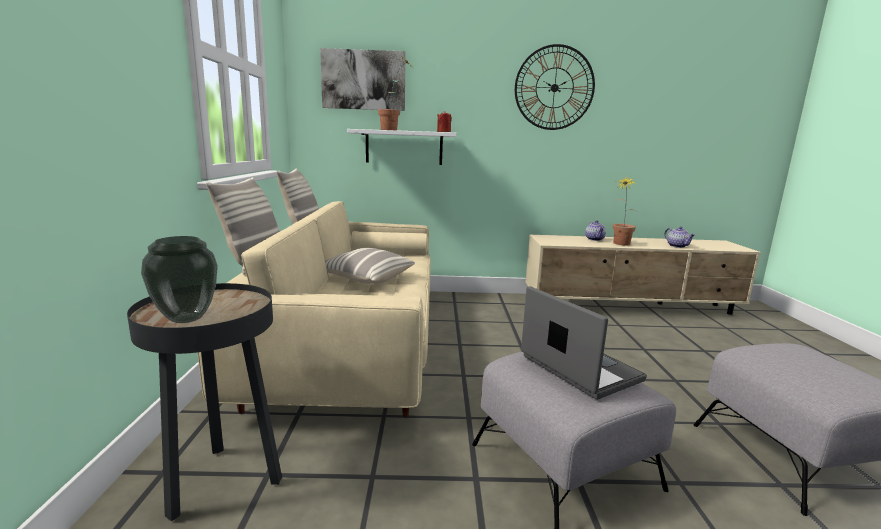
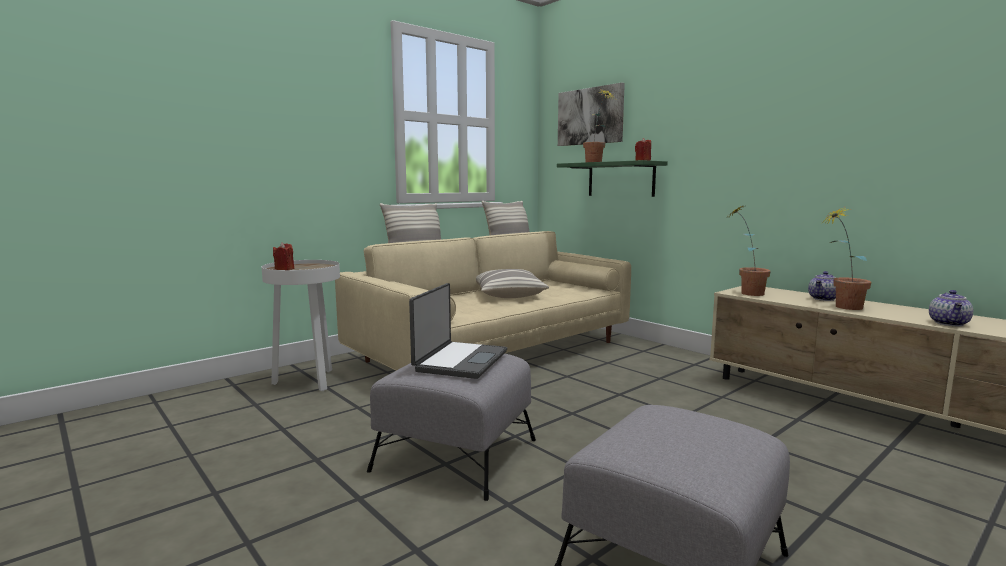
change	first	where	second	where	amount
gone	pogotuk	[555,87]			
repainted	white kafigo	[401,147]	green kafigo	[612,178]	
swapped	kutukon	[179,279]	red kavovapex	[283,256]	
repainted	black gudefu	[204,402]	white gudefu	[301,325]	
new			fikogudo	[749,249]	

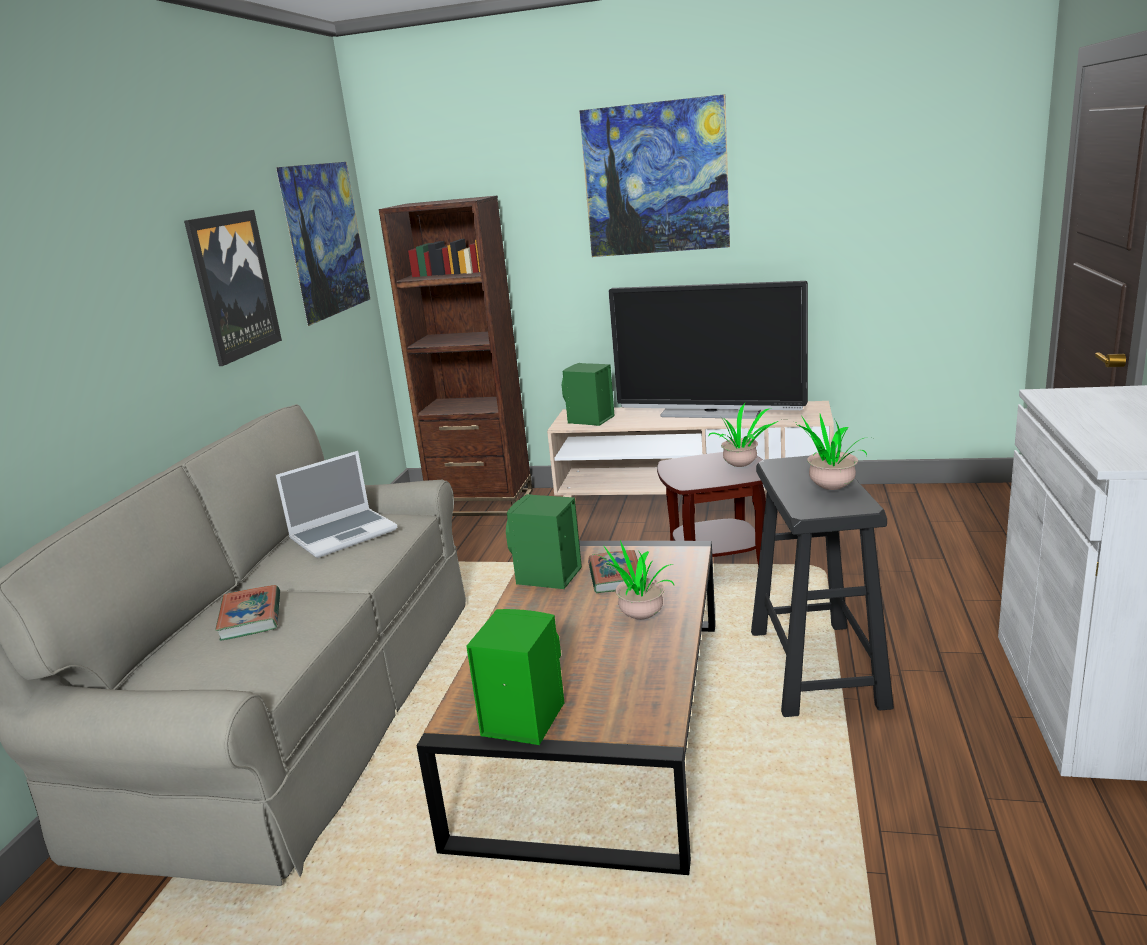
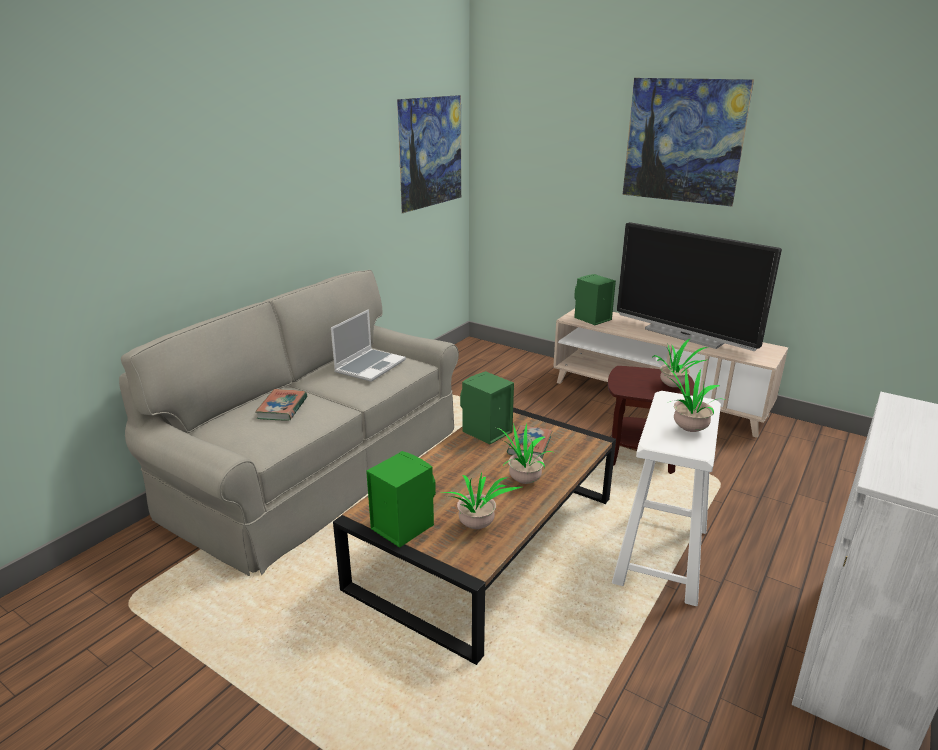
change	first	where	second	where	amount
gone	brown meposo	[456,356]			
gone	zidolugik	[233,288]			
rotated	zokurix	[336,504]		[368,345]	45 degrees counterclockwise
repainted	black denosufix	[822,586]	white denosufix	[666,498]	
new			fikogudo	[481,501]	

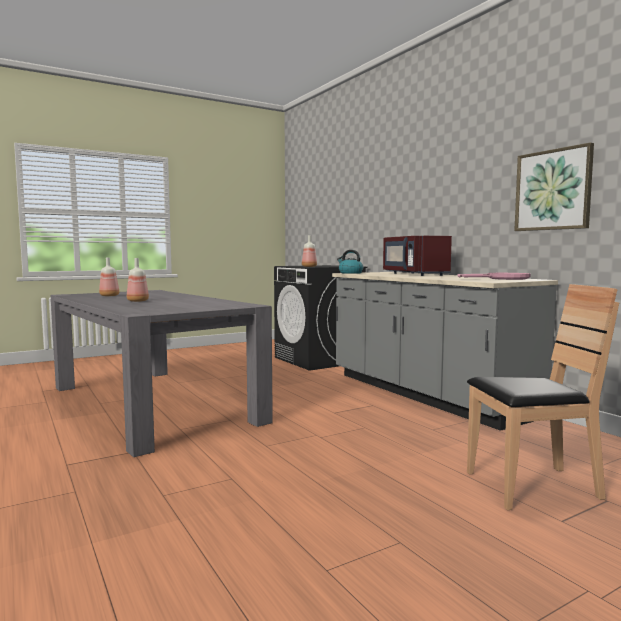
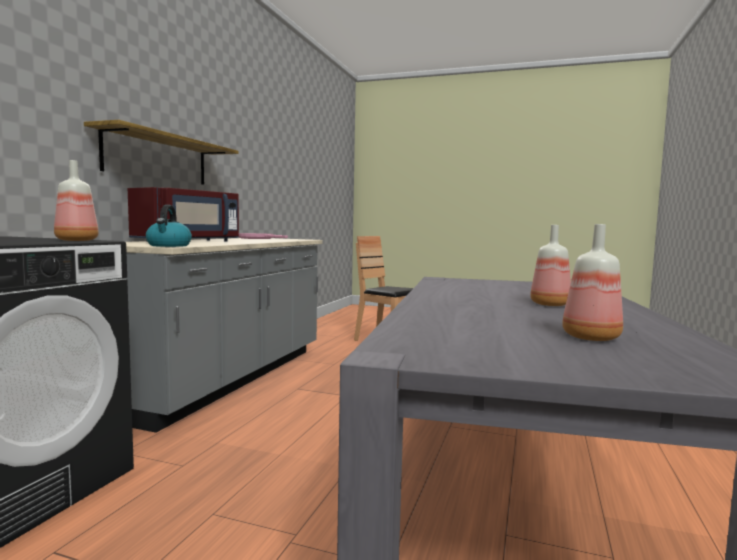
change	first	where	second	where	amount
gone	zidolugik	[554,186]			
new			kafigo	[161,152]	

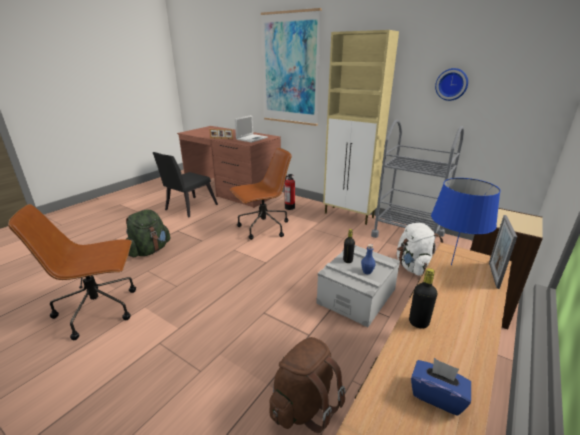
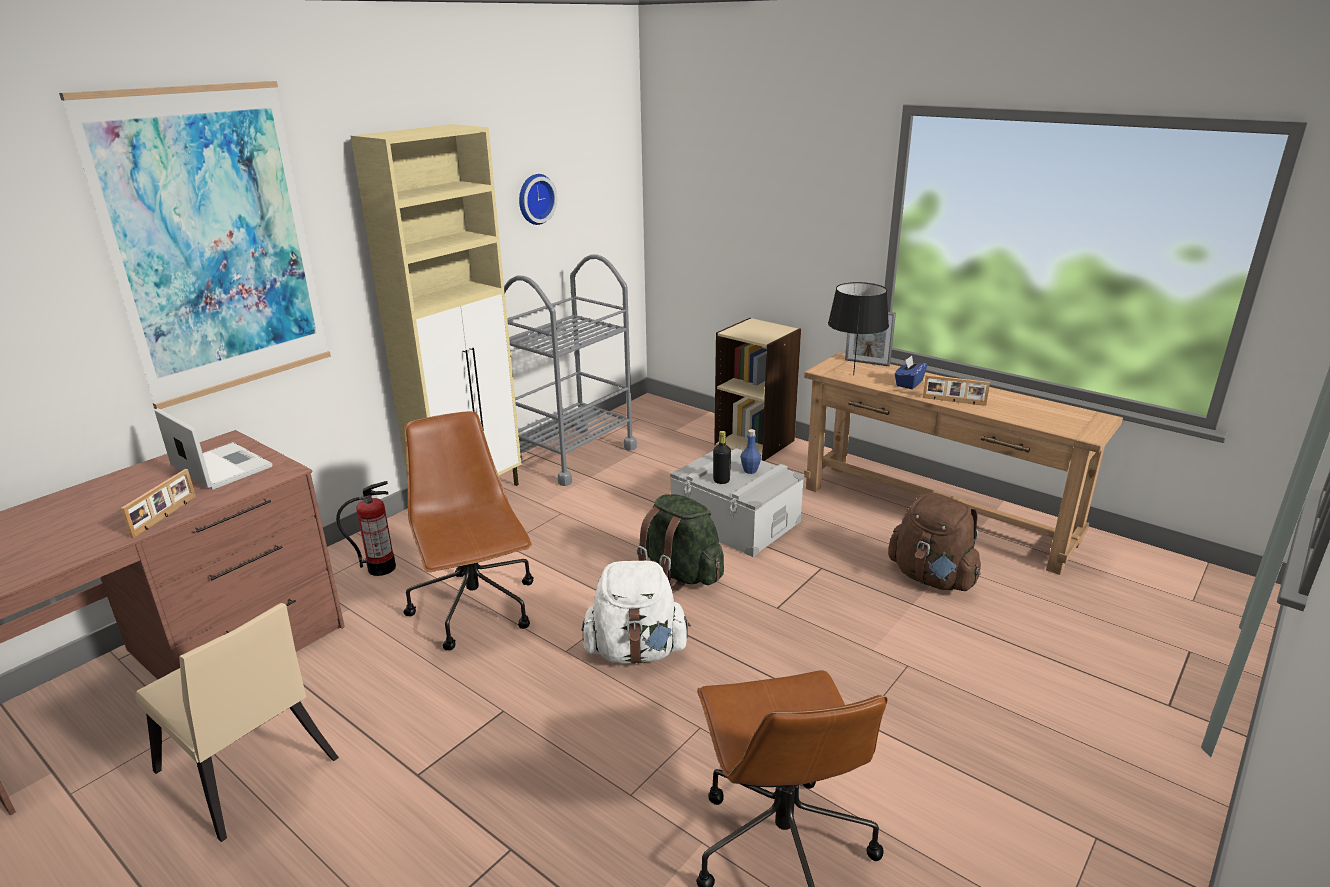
change	first	where	second	where	amount
repainted	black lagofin	[185,185]	beige lagofin	[237,722]	
repainted	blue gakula	[466,221]	black gakula	[858,328]	
shifted	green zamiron	[148,233]		[680,542]	
shifted	white zamiron	[420,249]		[636,612]	
swapped	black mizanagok	[423,298]	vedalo	[956,390]	
shifted	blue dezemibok	[441,387]		[910,372]	

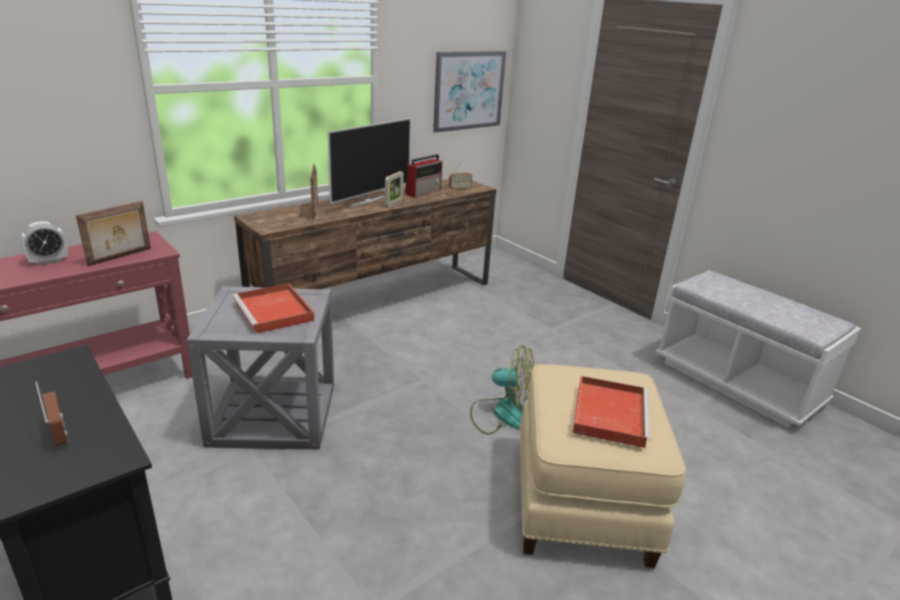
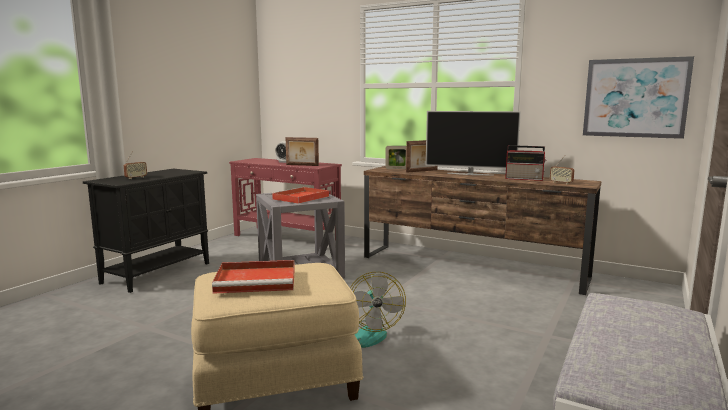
change	first	where	second	where	amount
shifted	vedalo	[394,189]		[395,157]	

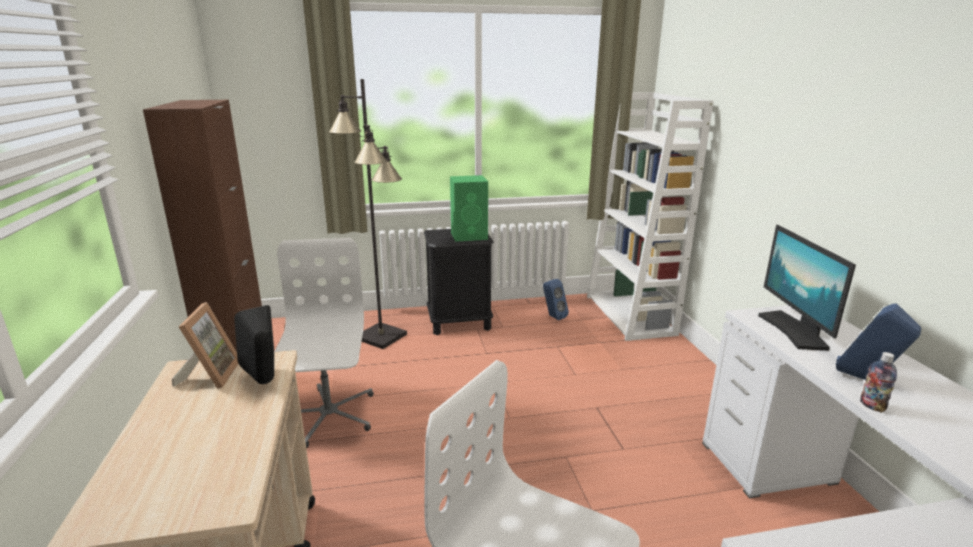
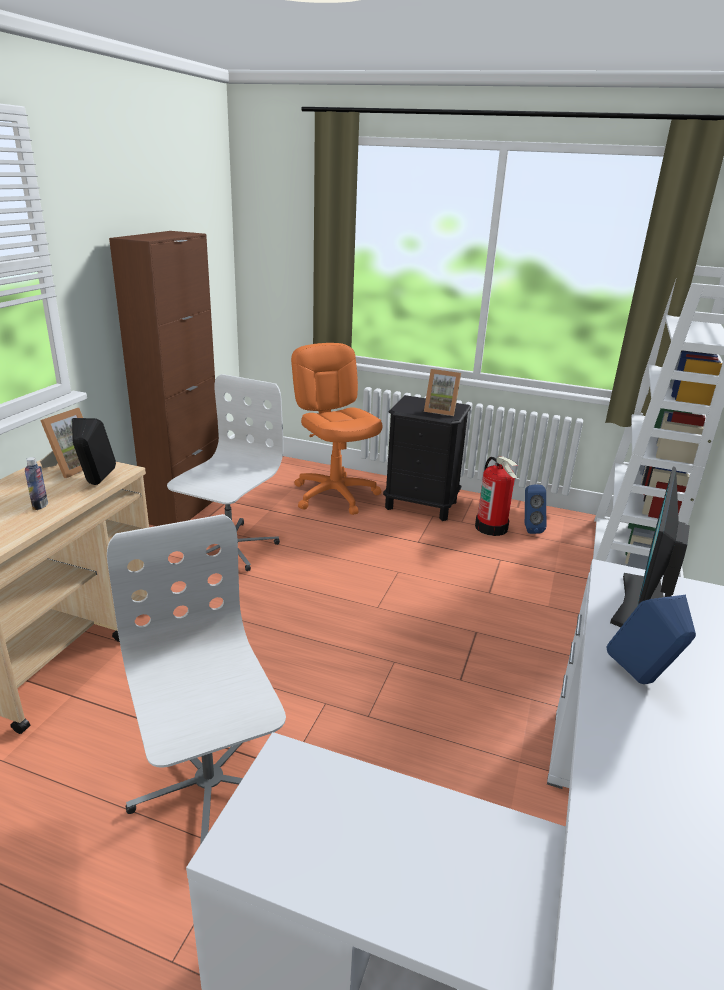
change	first	where	second	where	amount
swapped	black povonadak	[368,214]	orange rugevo	[337,429]	
swapped	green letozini	[469,208]	vedalo	[442,392]	
shifted	mizanagok	[878,382]		[36,483]	
new			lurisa	[496,496]	

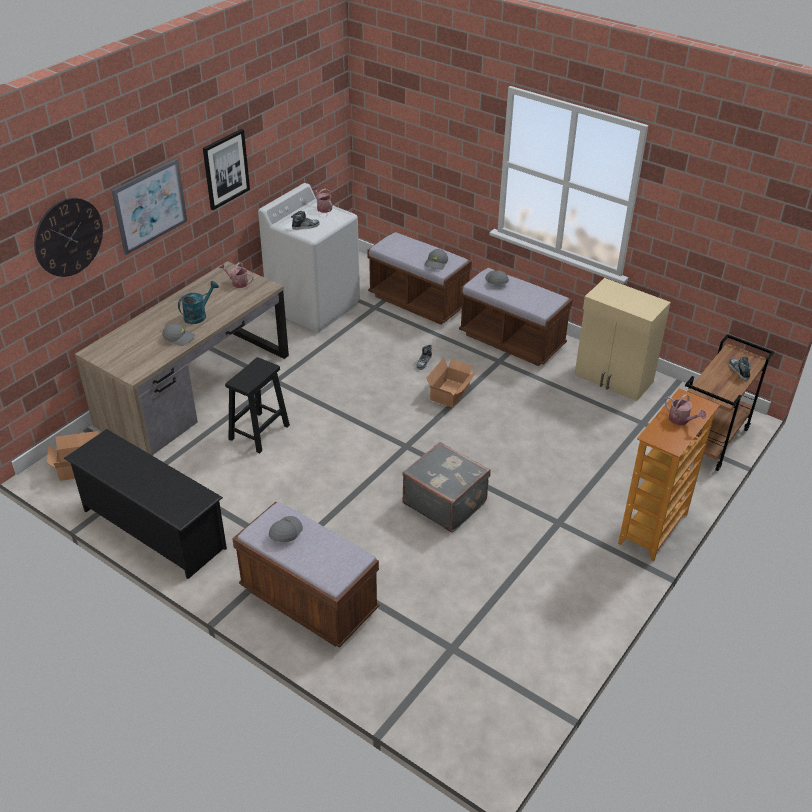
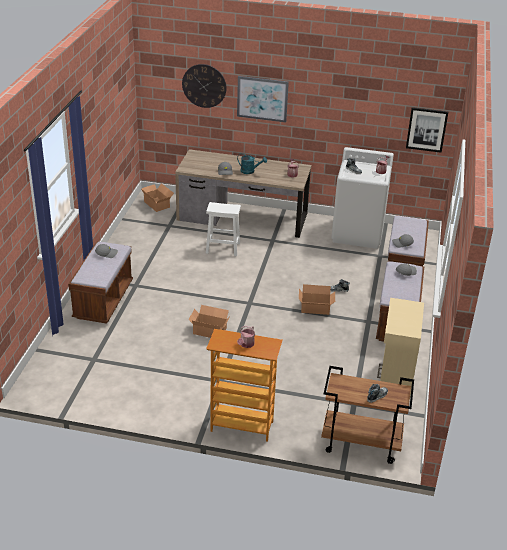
change	first	where	second	where	amount
shifted	zidolugik	[226,169]		[427,130]	
repainted	black denosufix	[257,405]	white denosufix	[223,229]	
gone	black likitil	[145,504]			
swapped	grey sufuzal	[446,487]	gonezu	[209,321]	

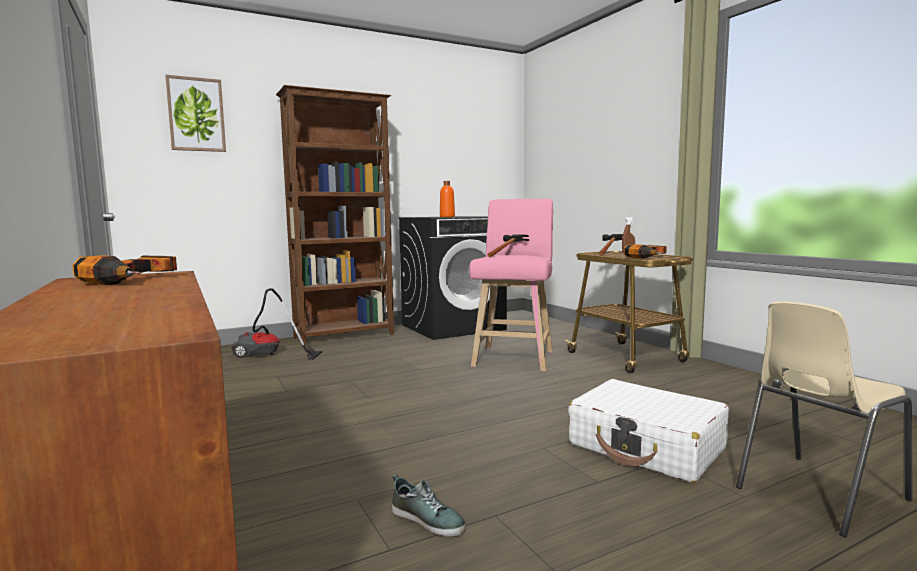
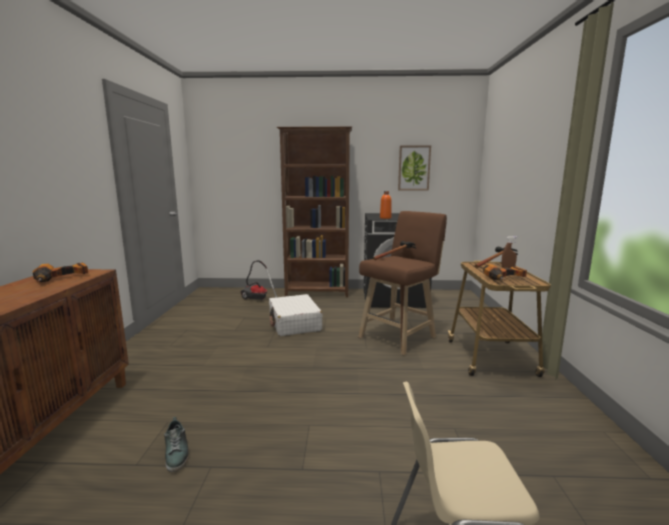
change	first	where	second	where	amount
shifted	zidolugik	[195,113]		[414,168]	
repainted	pink denosufix	[511,285]	brown denosufix	[402,283]	
shifted	white sufuzal	[648,431]		[296,315]	

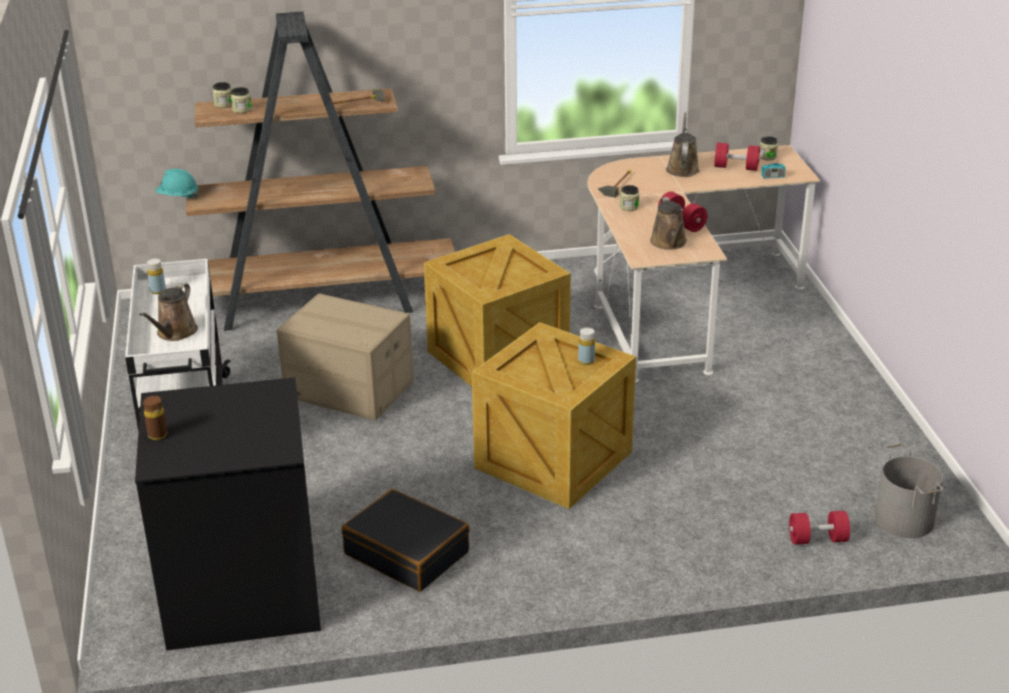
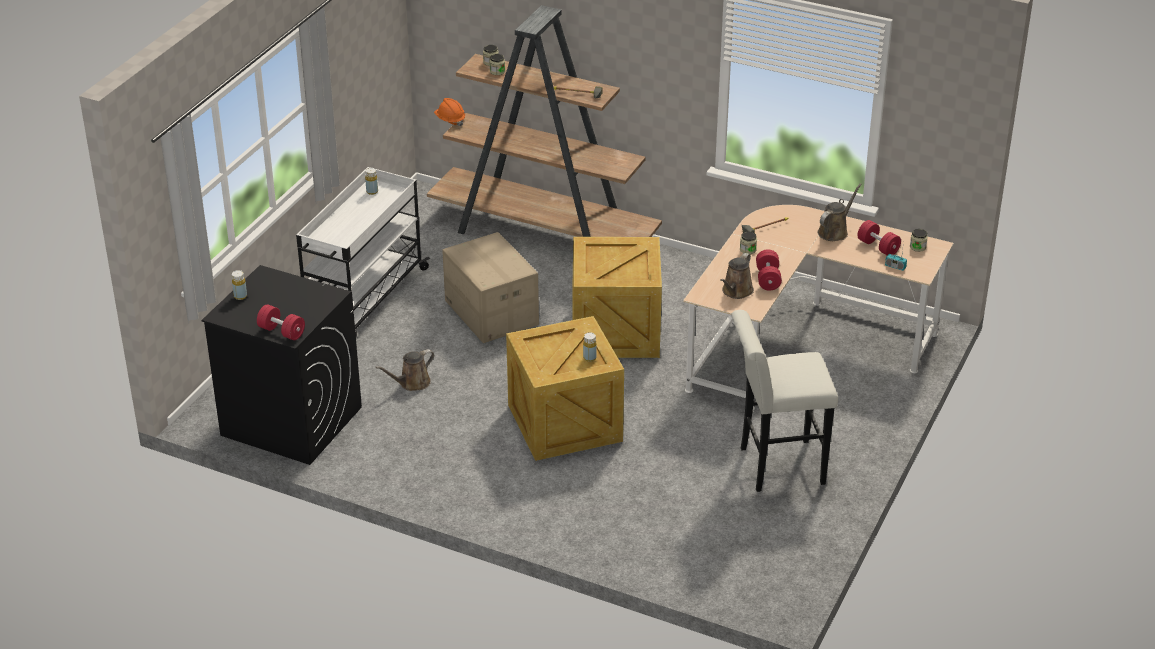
change	first	where	second	where	amount
repainted	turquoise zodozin	[178,184]	orange zodozin	[449,112]	
shifted	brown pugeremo	[168,312]		[405,370]	
repainted	brown mizanagok	[155,418]	yellow mizanagok	[239,285]	
gone	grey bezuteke	[909,490]			
gone	black sufuzal	[406,540]			
shifted	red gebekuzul	[819,528]		[281,322]	
new			white denosufix	[784,401]	

